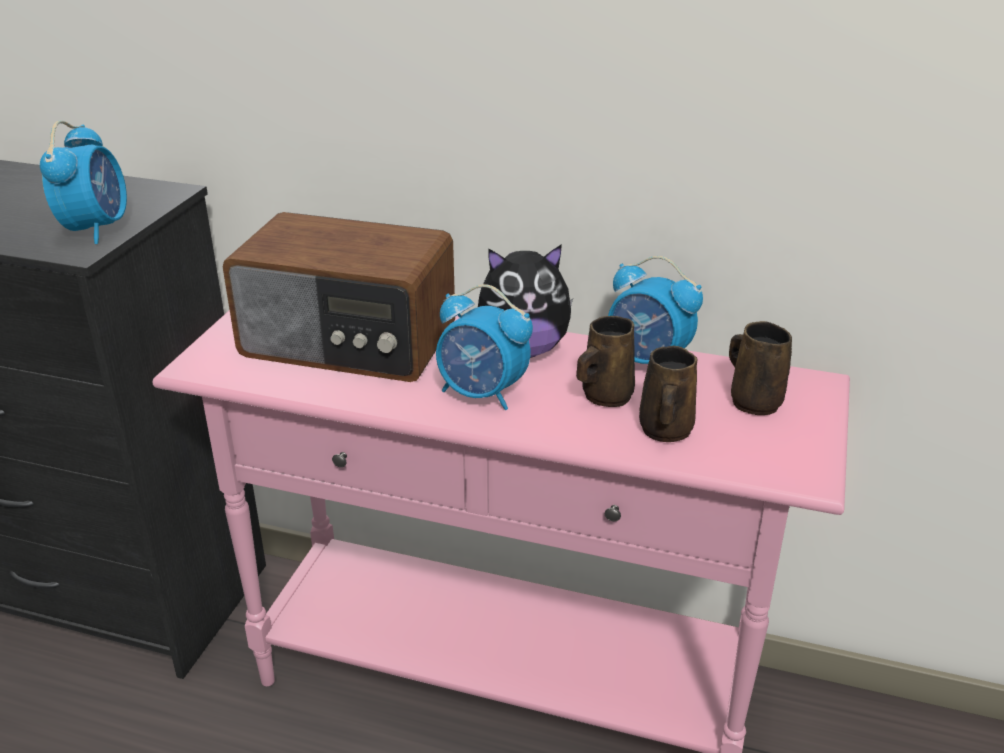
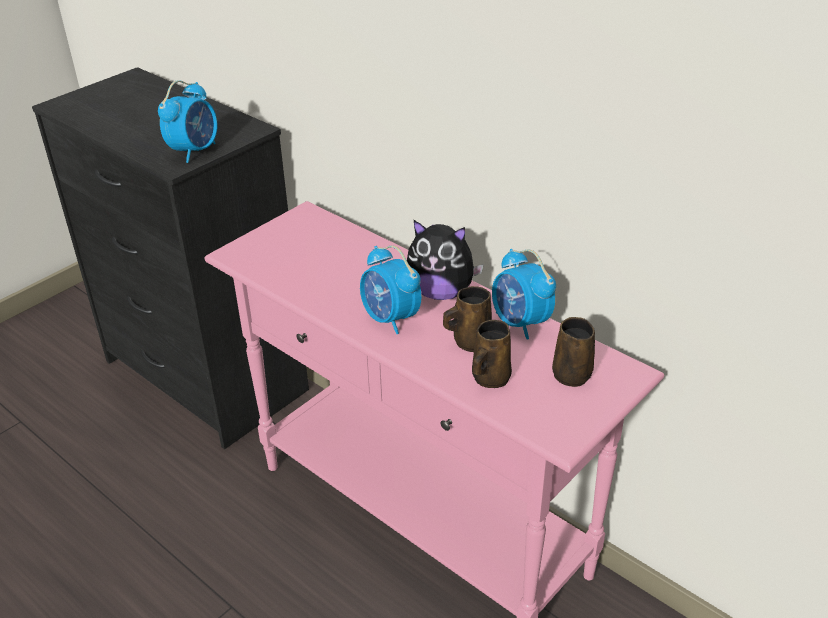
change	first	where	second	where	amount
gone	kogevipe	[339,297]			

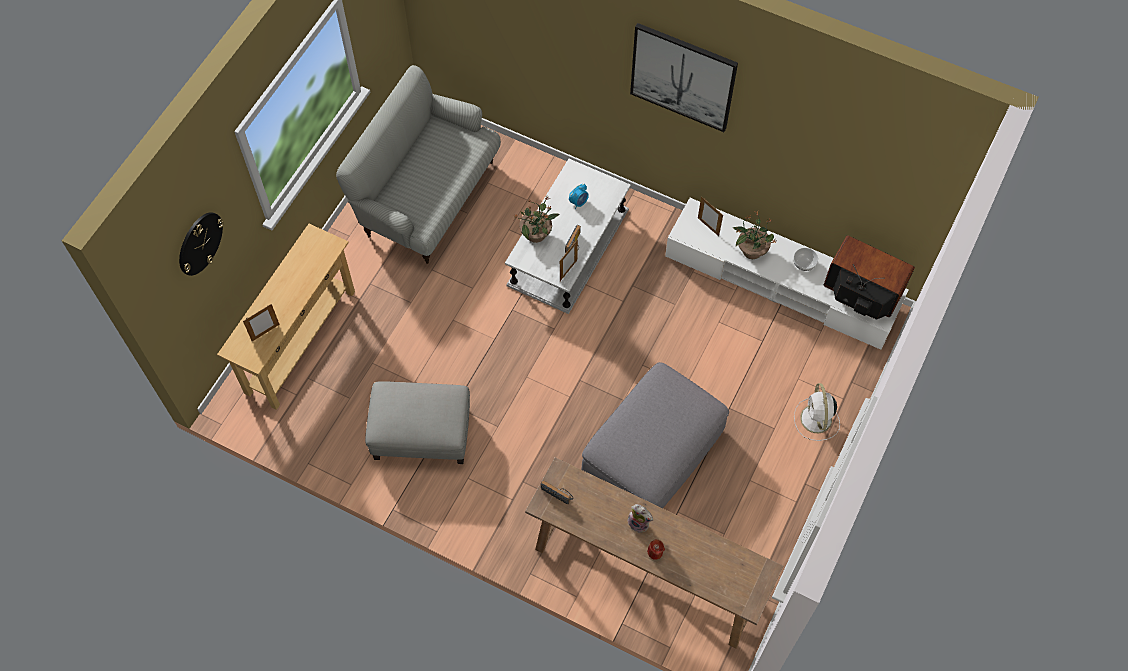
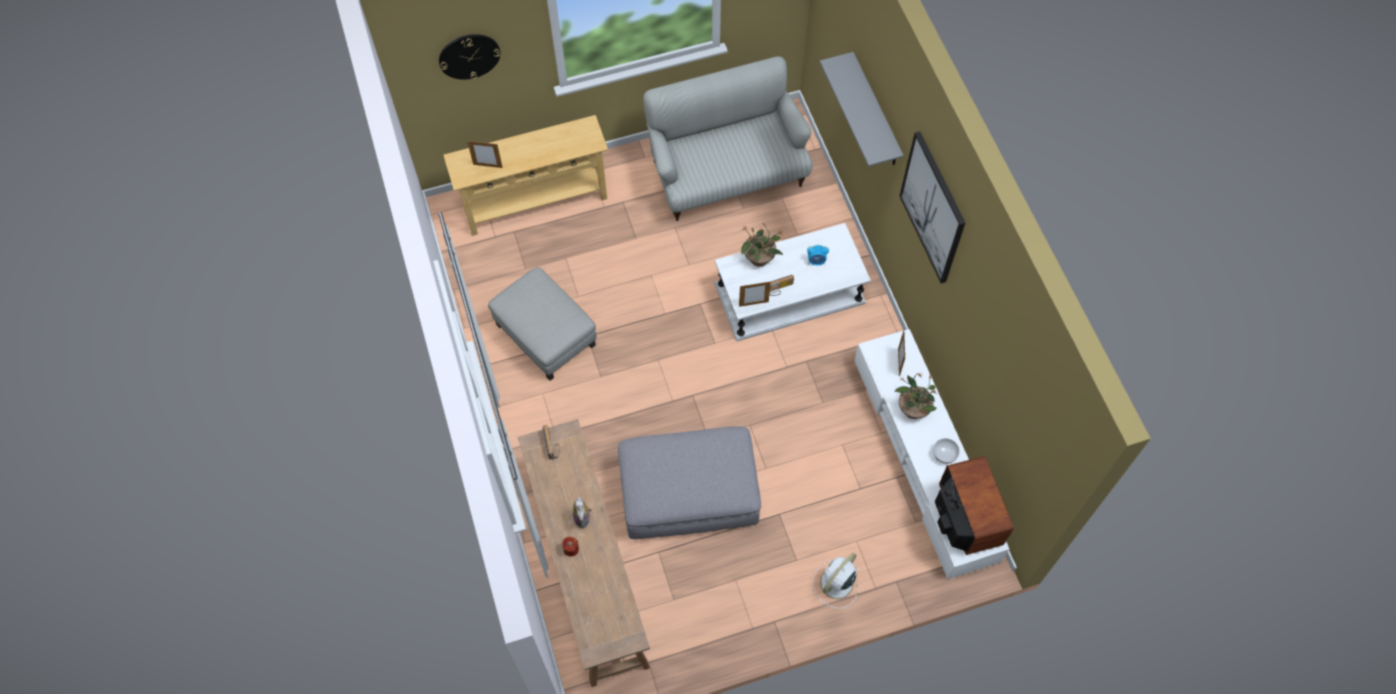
change	first	where	second	where	amount
new			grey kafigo	[862,109]	

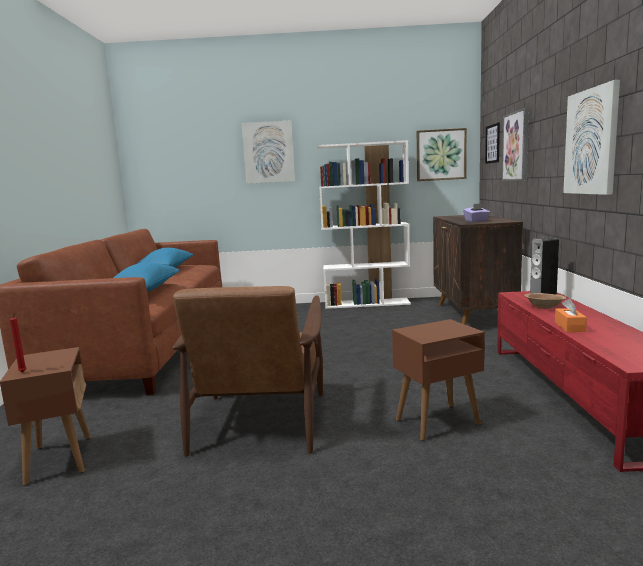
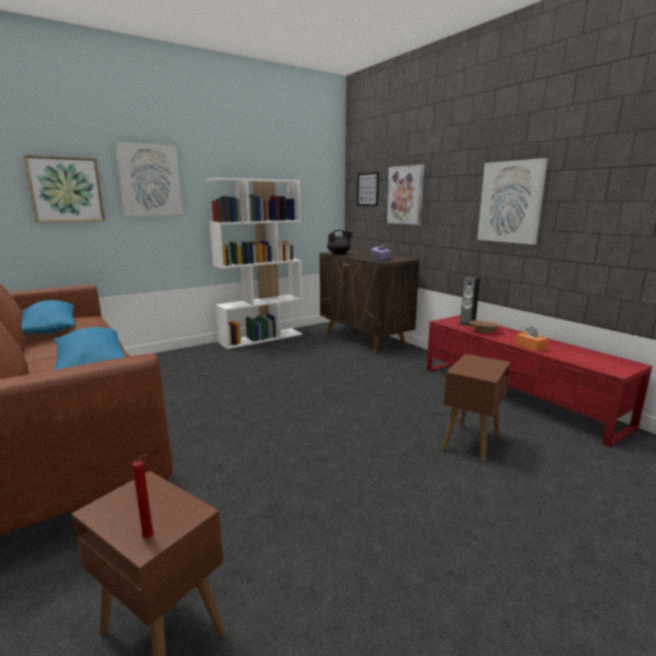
change	first	where	second	where	amount
shifted	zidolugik	[442,154]		[64,189]	
gone	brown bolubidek	[247,371]			
new			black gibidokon	[340,242]	

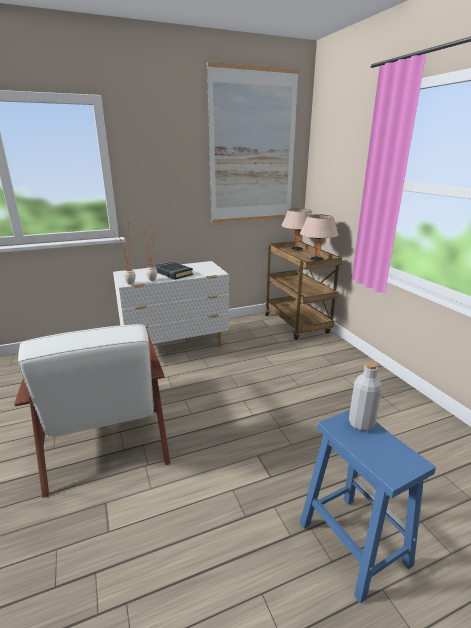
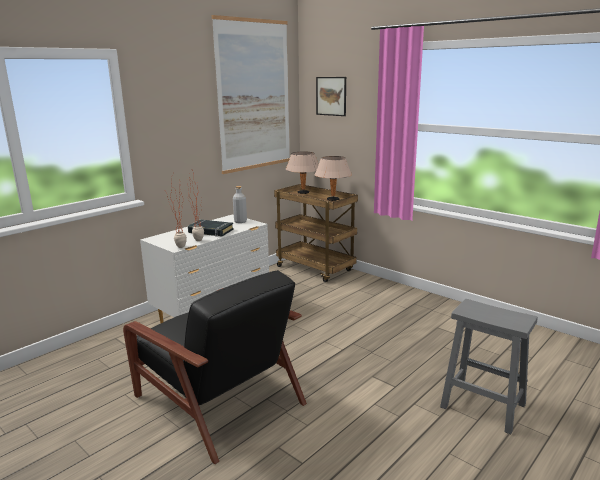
change	first	where	second	where	amount
repainted	white bolubidek	[92,411]	black bolubidek	[215,367]	
shifted	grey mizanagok	[365,396]		[240,204]	
repainted	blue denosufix	[368,507]	grey denosufix	[489,366]	
new			zidolugik	[331,96]	

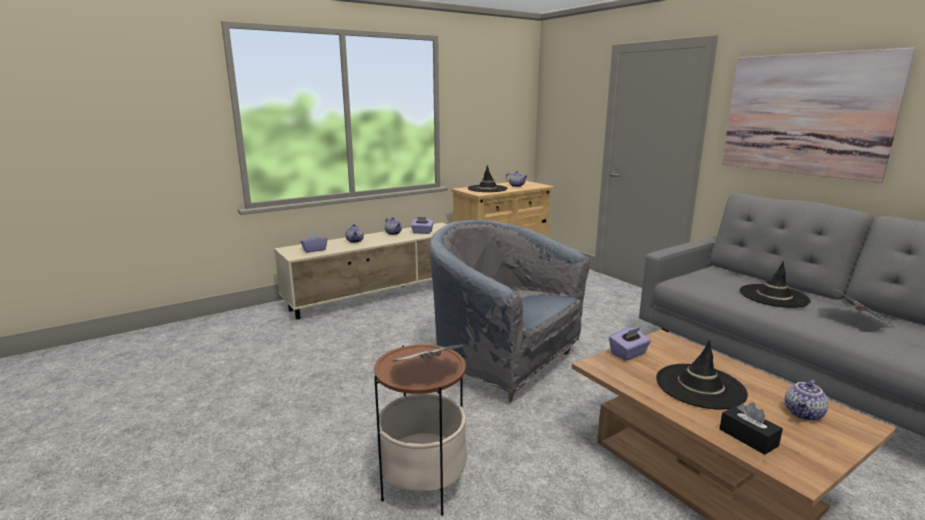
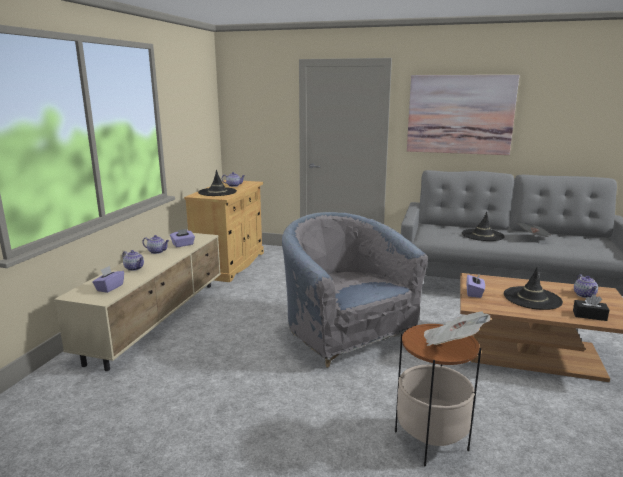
change	first	where	second	where	amount
rotated	grey bolubidek	[509,311]		[355,290]	60 degrees clockwise

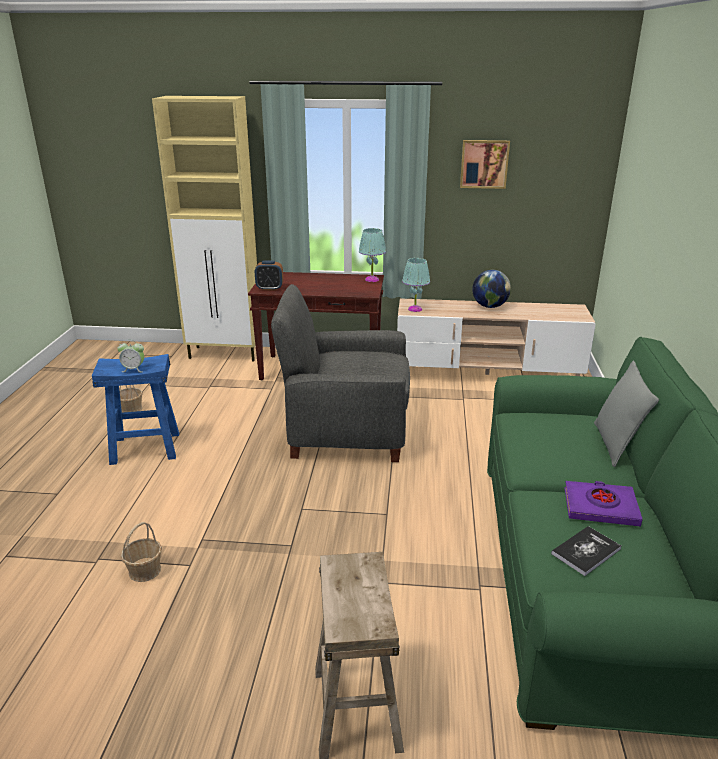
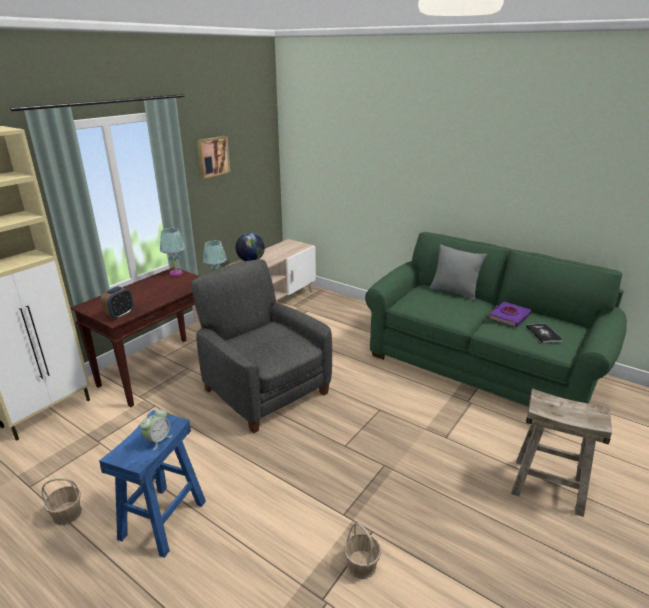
change	first	where	second	where	amount
rotated	grey bolubidek	[340,373]		[261,346]	105 degrees clockwise

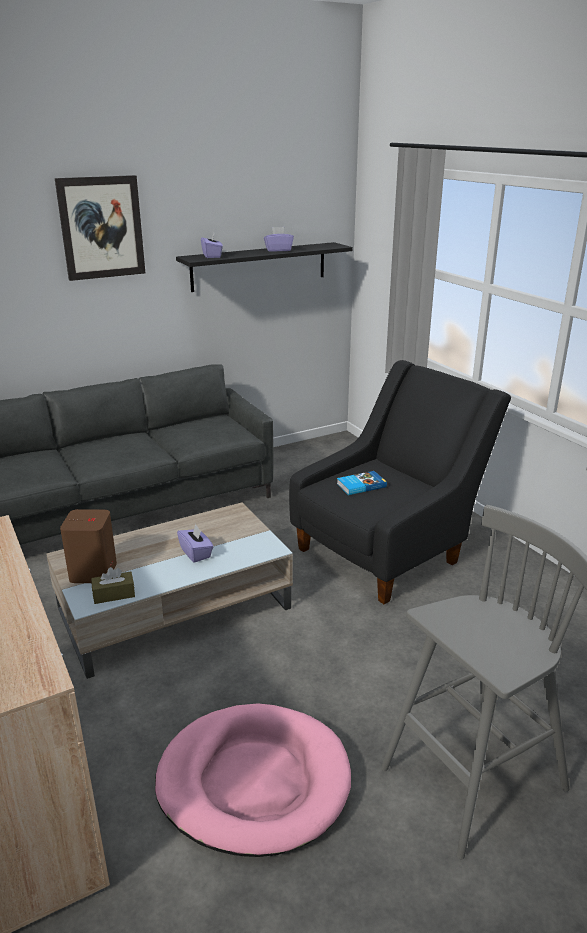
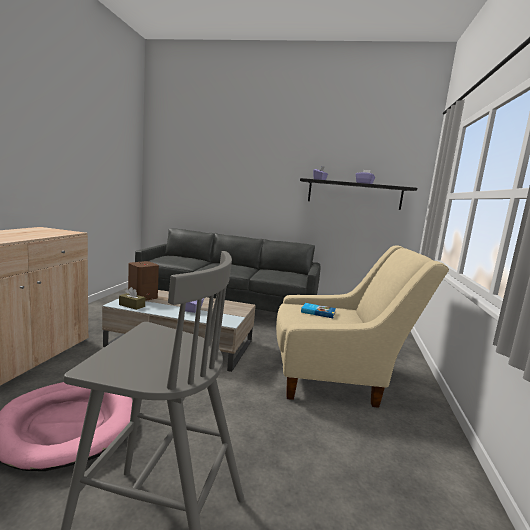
change	first	where	second	where	amount
gone	zidolugik	[100,228]			
repainted	black bolubidek	[400,482]	beige bolubidek	[362,327]	

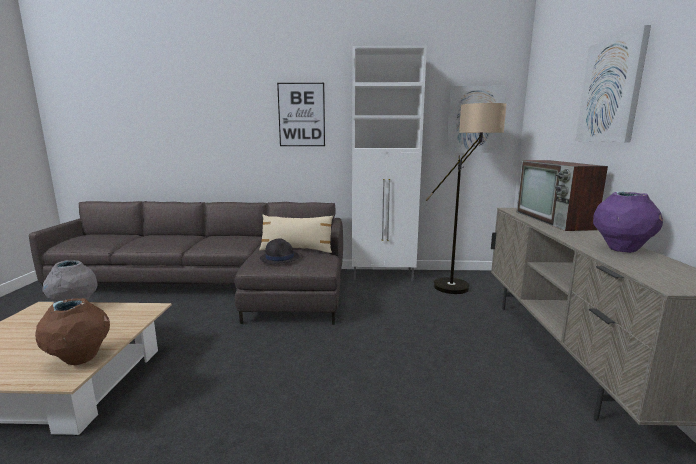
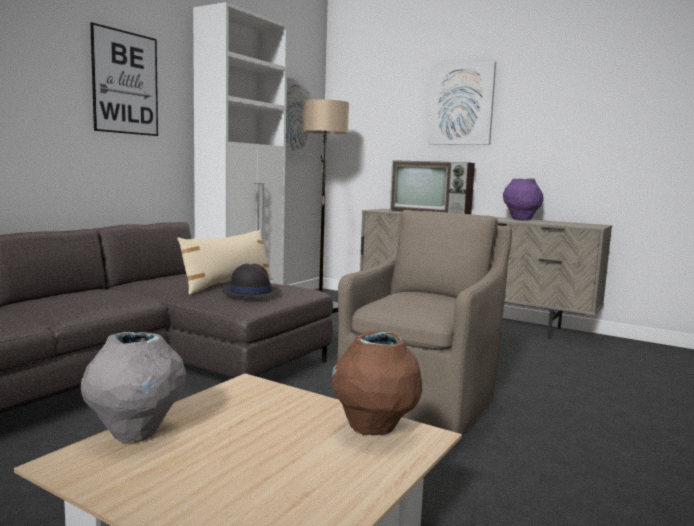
change	first	where	second	where	amount
new			brown bolubidek	[424,323]	

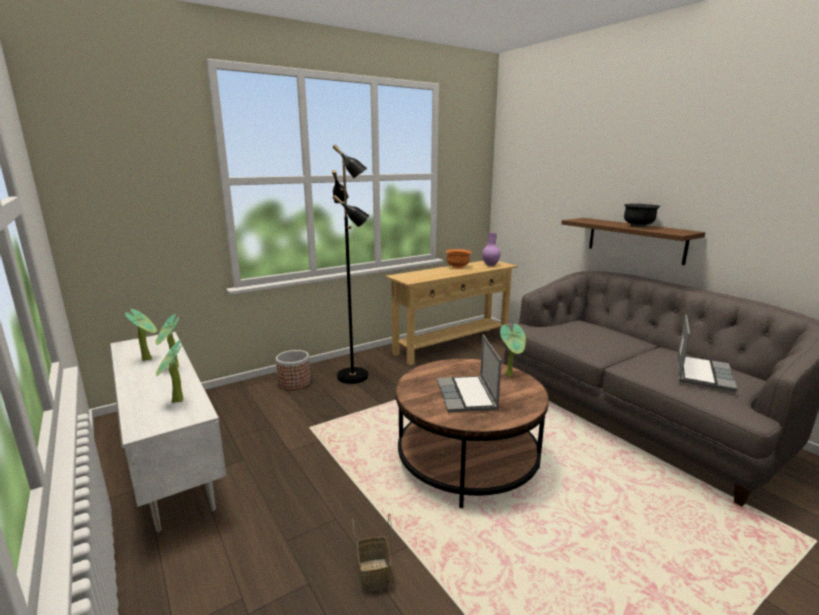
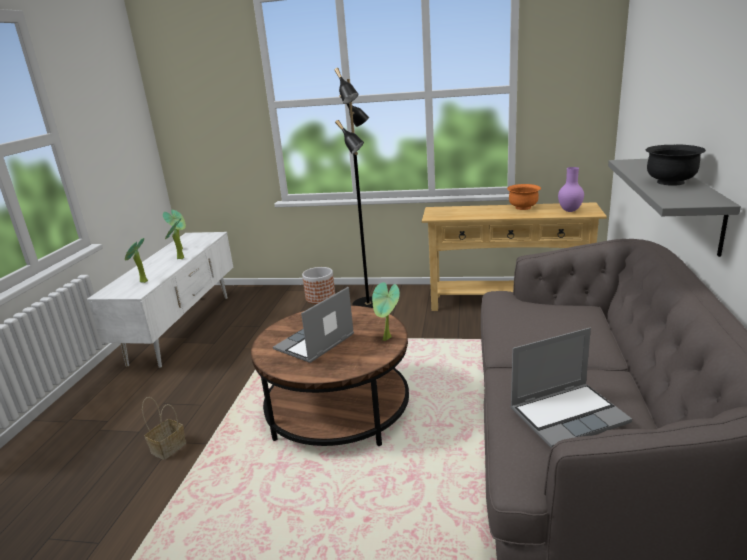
change	first	where	second	where	amount
repainted	brown kafigo	[633,241]	grey kafigo	[674,208]	

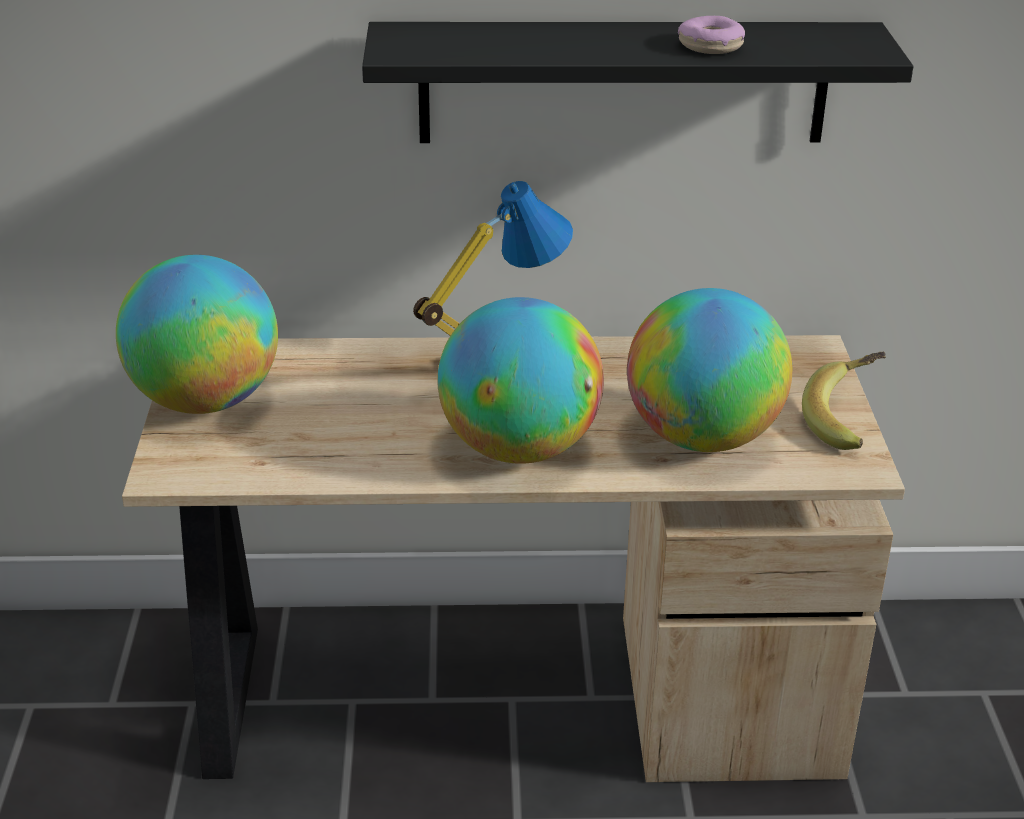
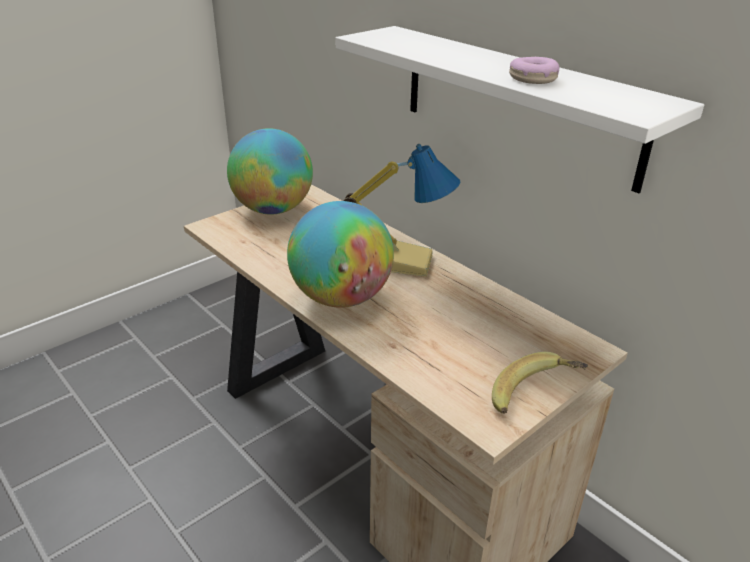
change	first	where	second	where	amount
repainted	black kafigo	[637,82]	white kafigo	[519,109]	
gone	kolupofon	[709,370]			

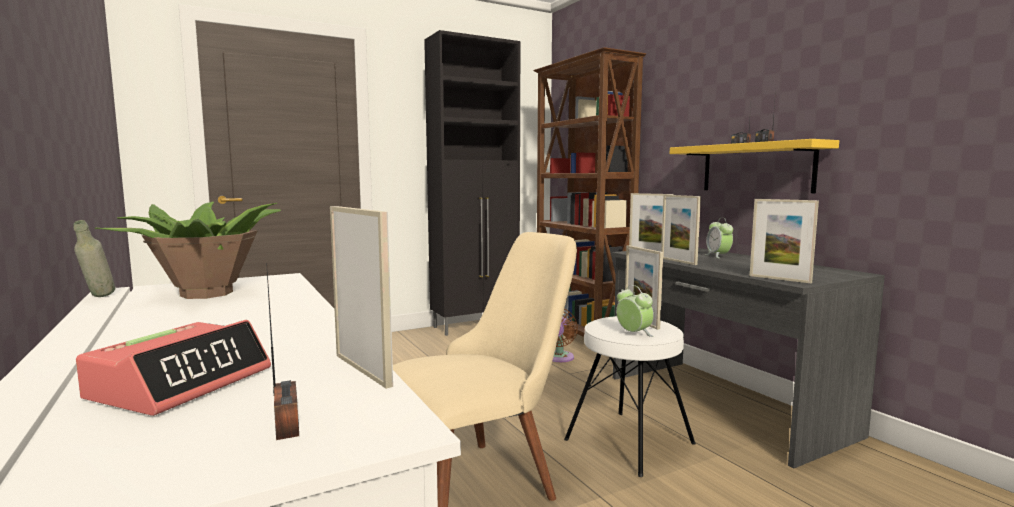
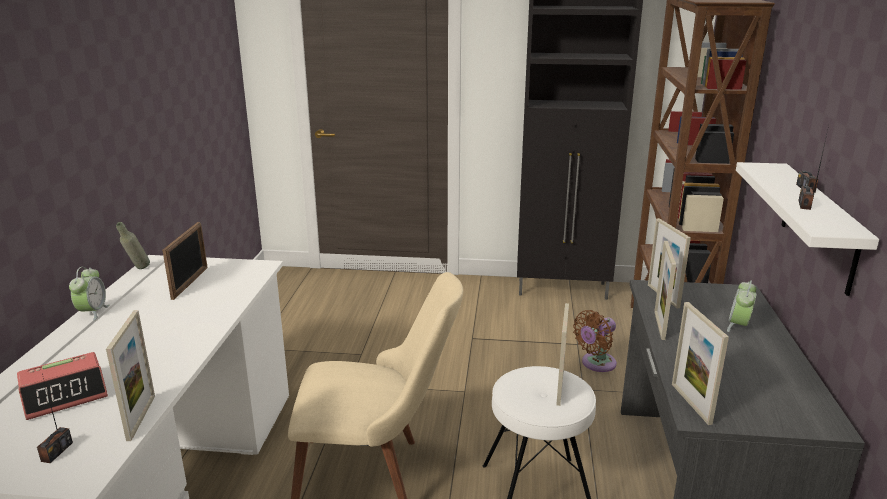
change	first	where	second	where	amount
repainted	yellow kafigo	[754,166]	white kafigo	[807,229]	
swapped	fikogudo	[187,250]	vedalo	[185,261]	
shifted	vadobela	[635,311]		[89,293]	

